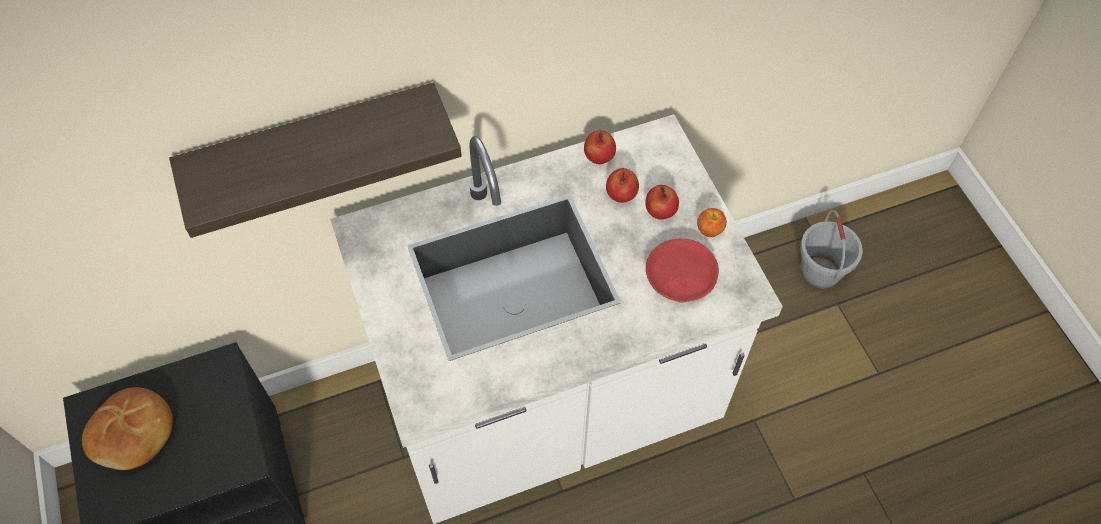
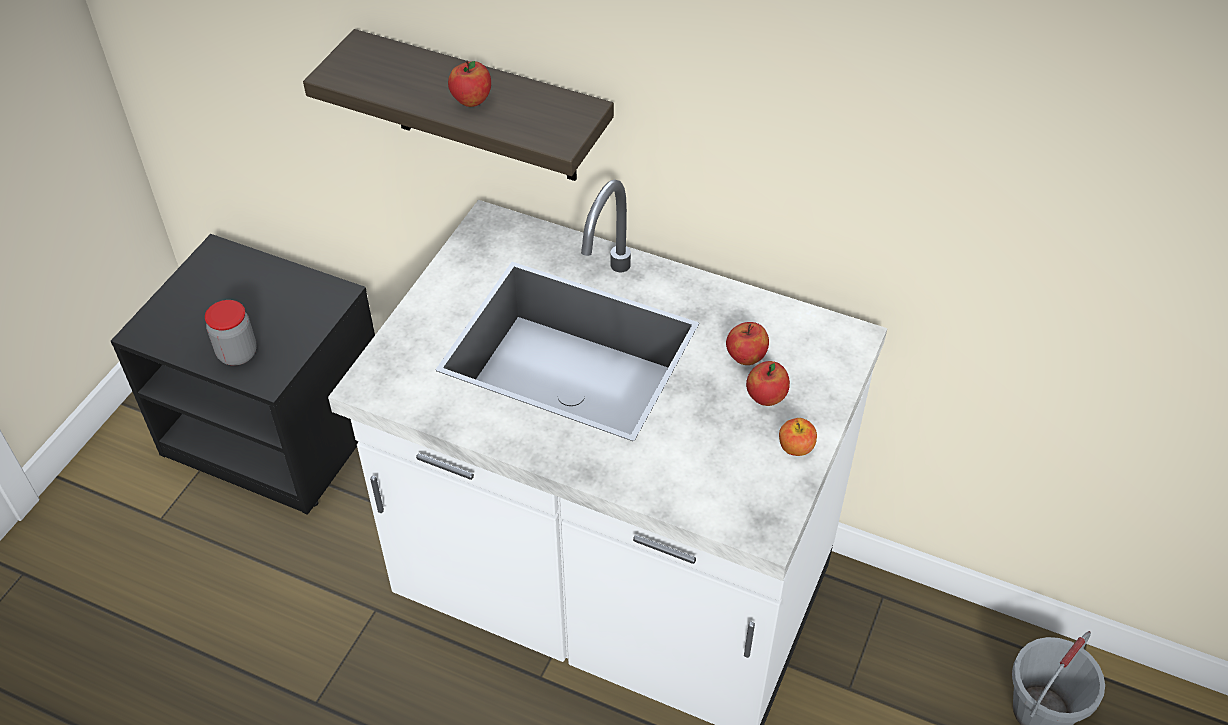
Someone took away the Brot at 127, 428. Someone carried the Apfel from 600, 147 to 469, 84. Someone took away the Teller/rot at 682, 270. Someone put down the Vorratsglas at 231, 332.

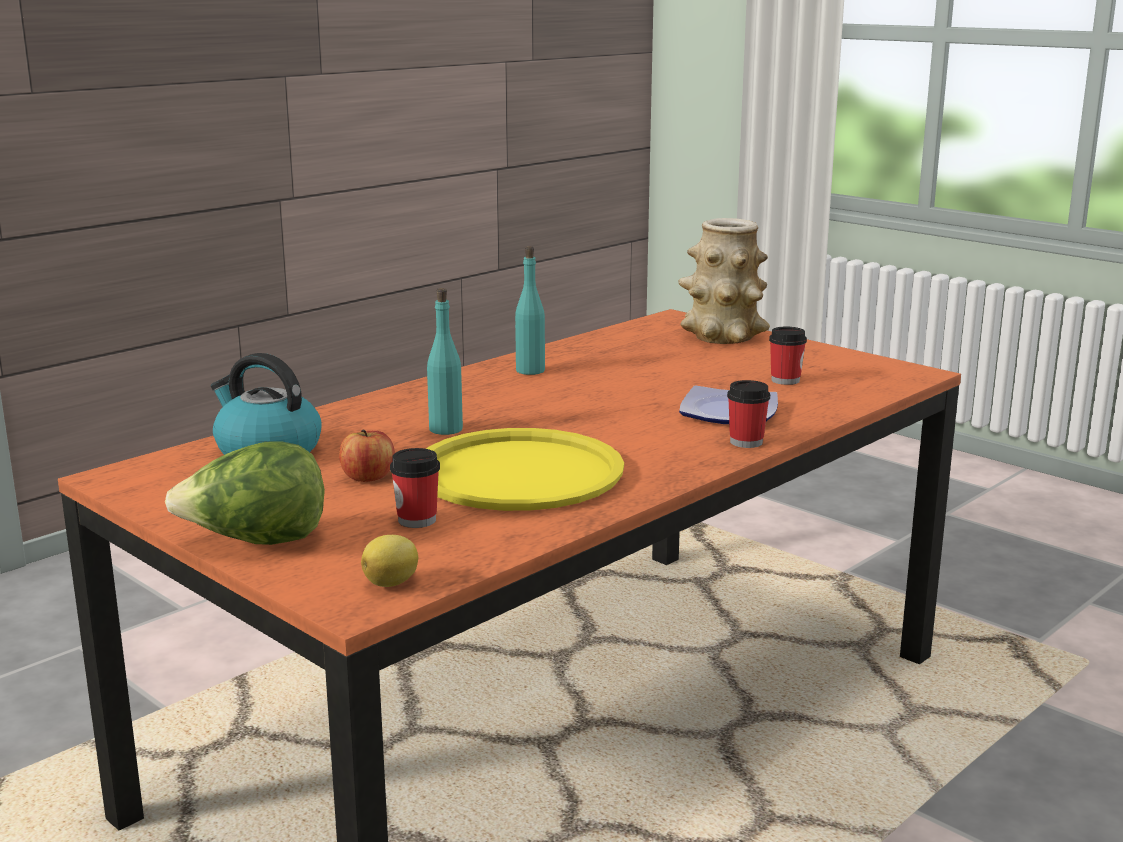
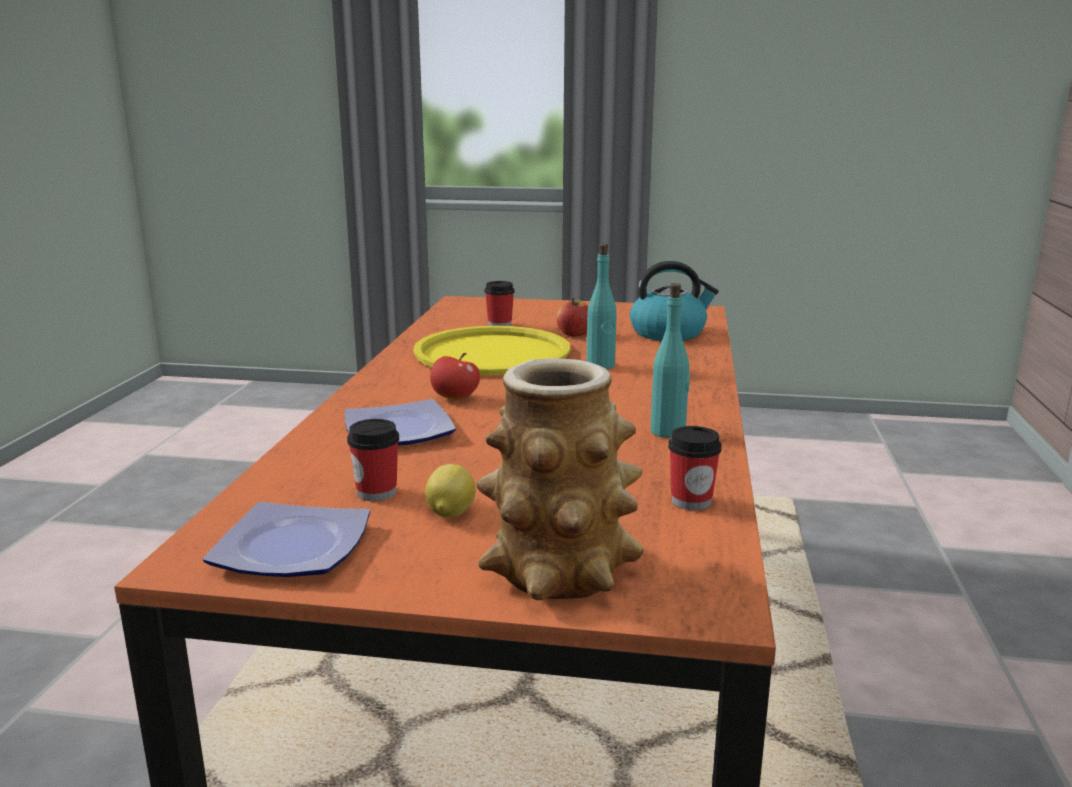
Someone took away the Salatkopf at 245, 493. Someone carried the Zitrone from 389, 561 to 450, 490. Someone carried the Tasse from 748, 414 to 695, 468. Someone put down the Teller at 286, 539. Someone put down the Apfel at 455, 376.

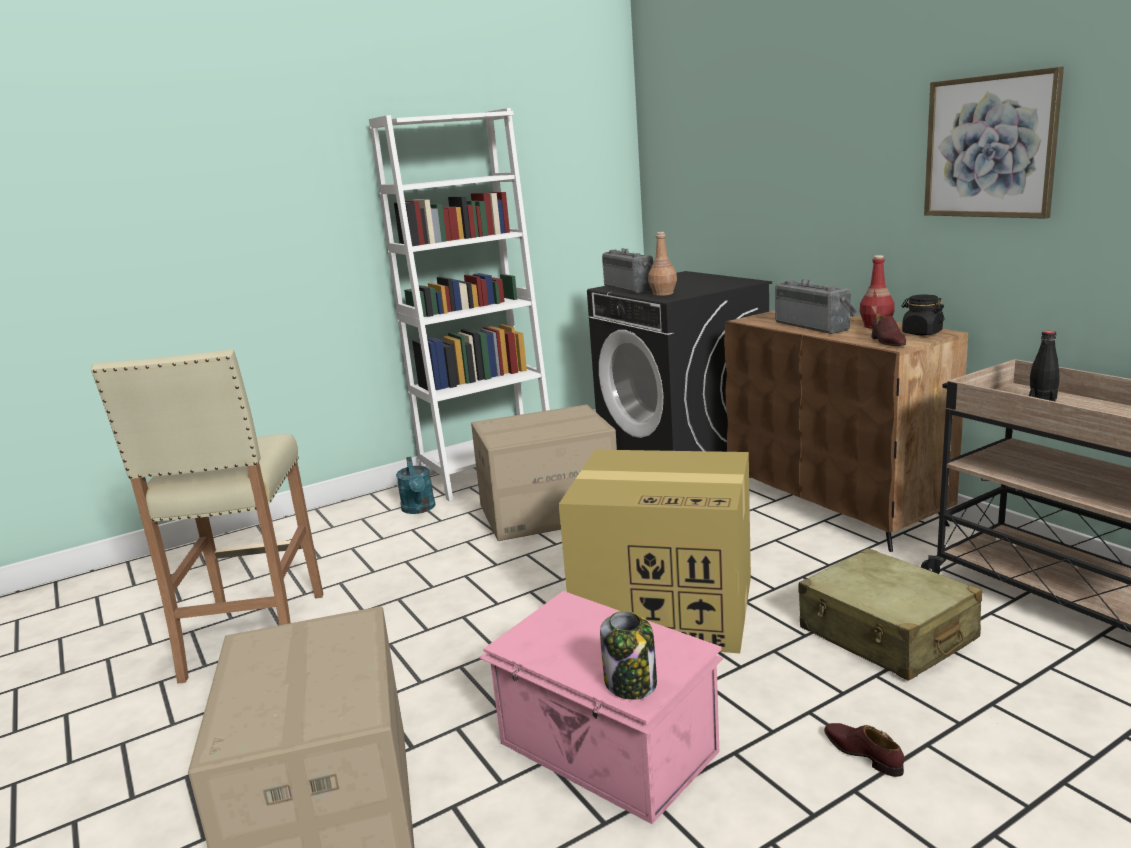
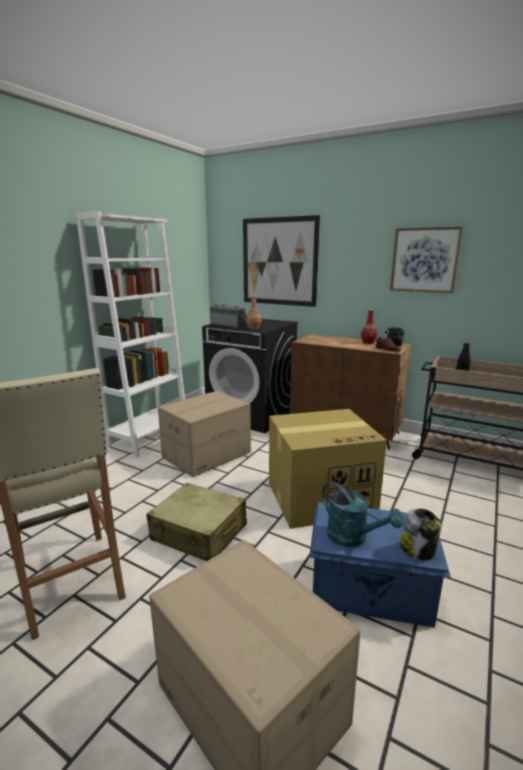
Someone carried the Gießkanne/türkis from 415, 485 to 362, 514. Someone repainted the Aufbewahrungsbox/rosa at 601, 707, which became the Aufbewahrungsbox/blau at 380, 565. Someone took away the Radio at 816, 306. Someone carried the Koffer/beige from 890, 614 to 196, 522. Someone took away the Schuh/braun at 864, 750. Someone put up the Bild at 281, 261.

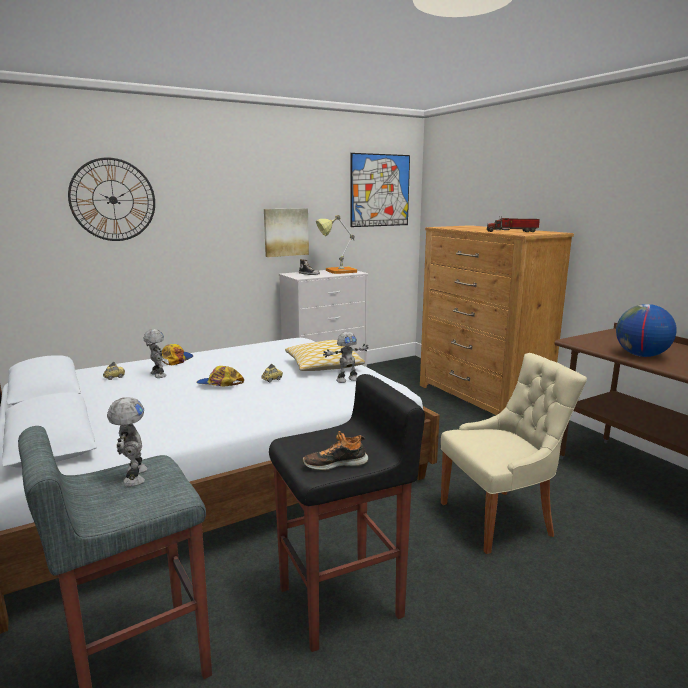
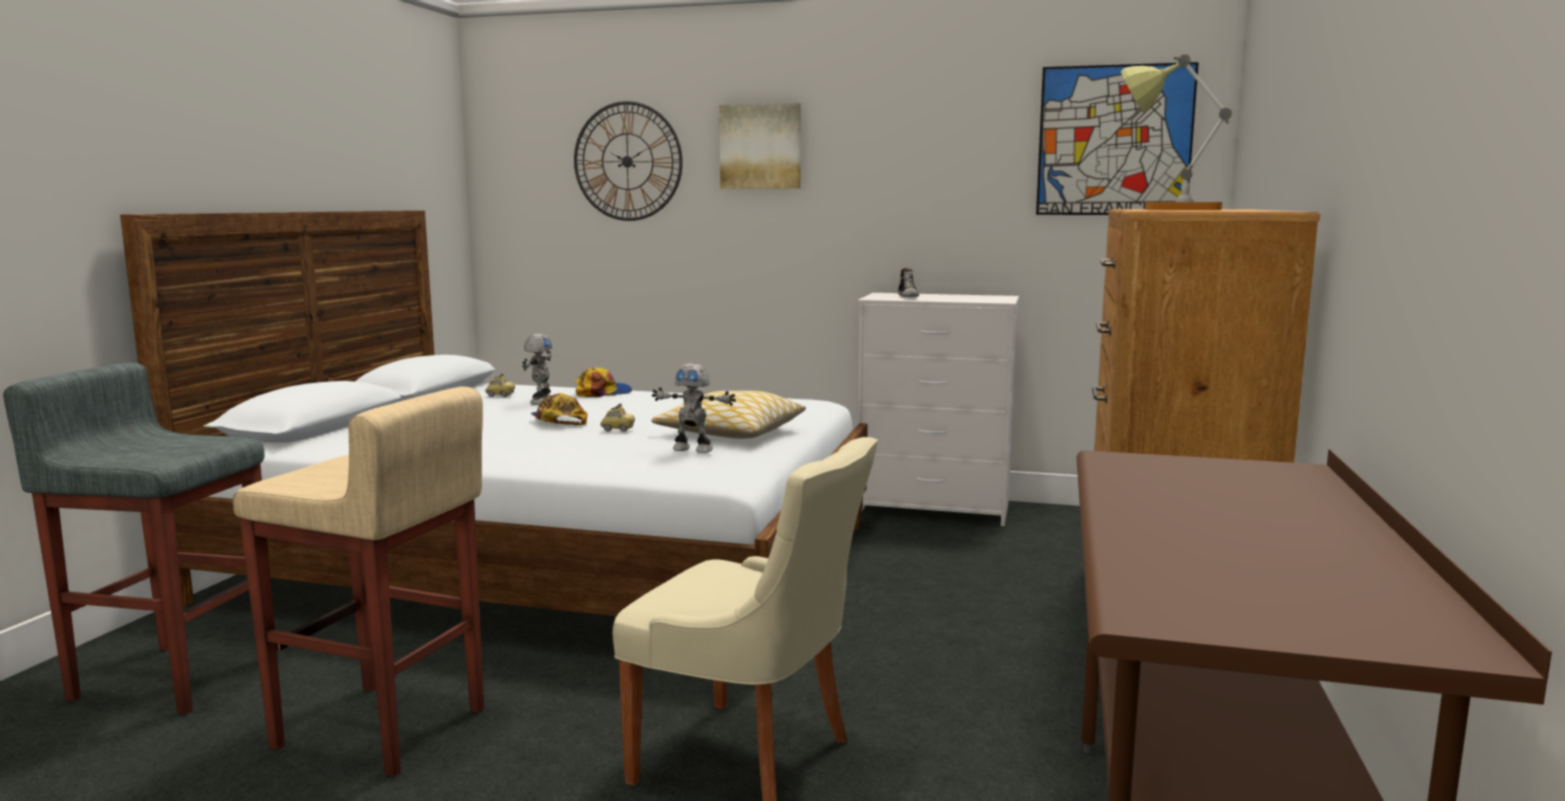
Someone took away the Spielzeugroboter at 127, 442. Someone carried the Bild from 286, 232 to 760, 146. Someone repainted the Hocker/schwarz at 347, 513, which became the Hocker/beige at 358, 581. Someone took away the Schuh at 335, 450. Someone carried the Tischlampe from 336, 244 to 1176, 132. Someone took away the Spielzeuglaster at 513, 224. Someone took away the Globus at 646, 330.

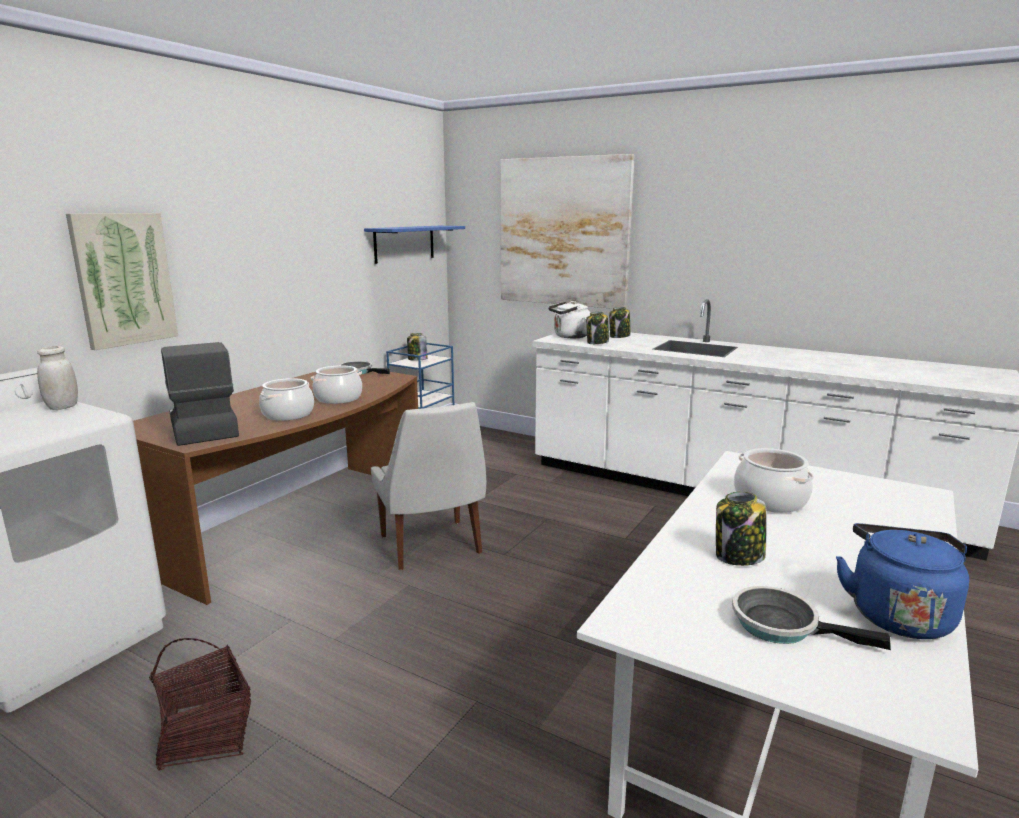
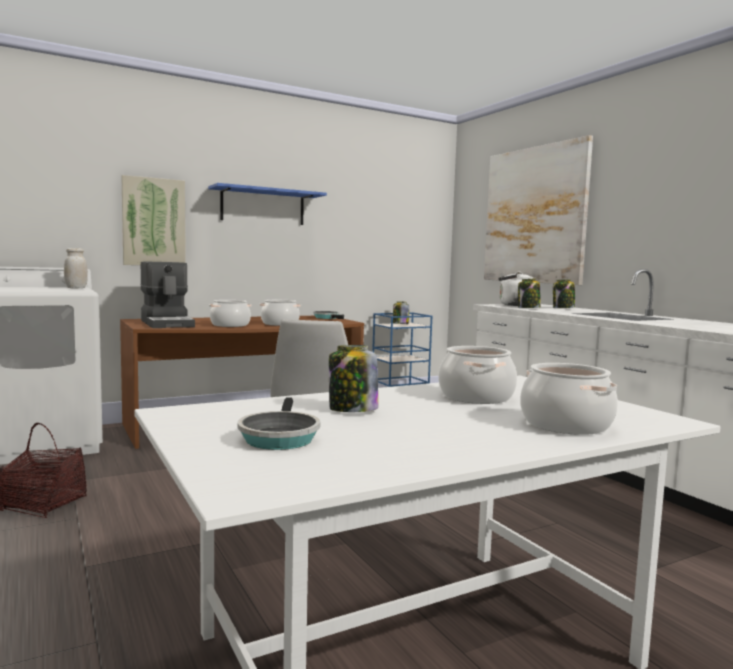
Someone rotated the Kaffeemaschine at 200, 394 by 150 degrees clockwise. Someone carried the Wandregal/blau from 414, 245 to 267, 204. Someone rotated the Pfanne at 811, 618 by 150 degrees counterclockwise. Someone took away the Wasserkessel/blau at 902, 581. Someone put down the Kochtopf at 569, 399.

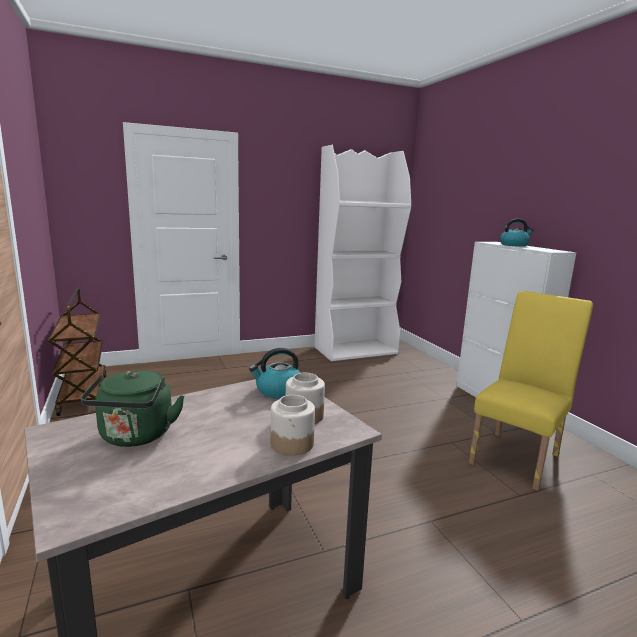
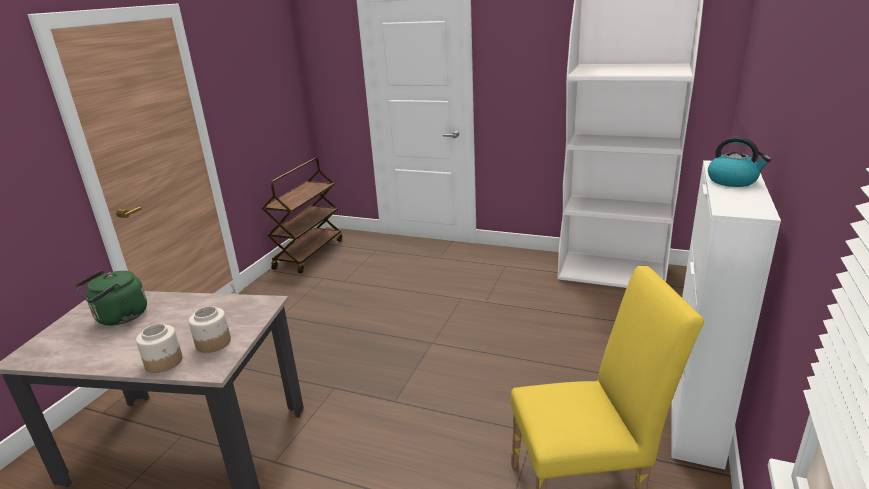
Someone took away the Wasserkessel at 274, 373.

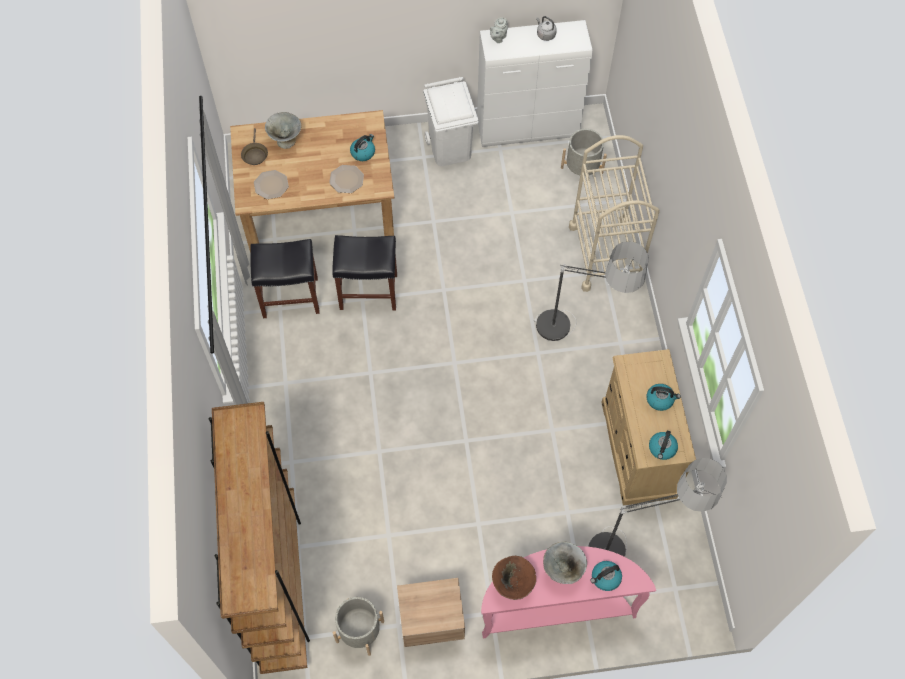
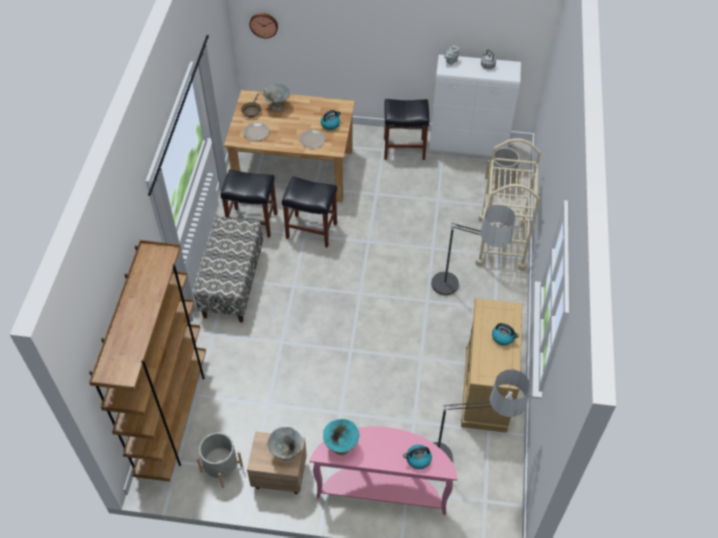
Someone swapped the Mülleimer/weiß at 451, 121 for the Hocker/schwarz at 406, 129. Someone repainted the Schüssel/braun at 514, 578, which became the Schüssel/türkis at 341, 437. Someone carried the Schüssel/grau from 565, 563 to 285, 444. Someone took away the Wasserkessel at 663, 445. Someone put down the Bank at 228, 270. Someone put up the Wanduhr at 263, 25.

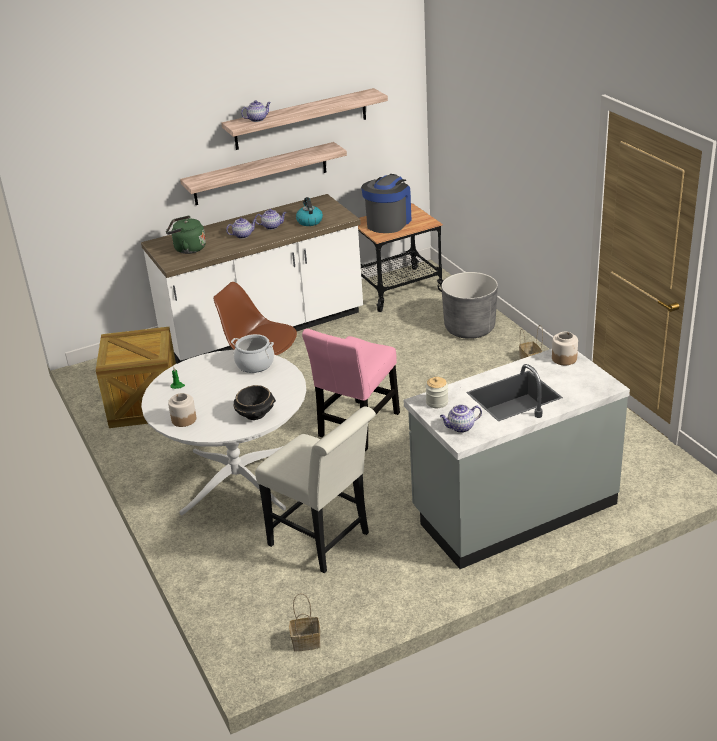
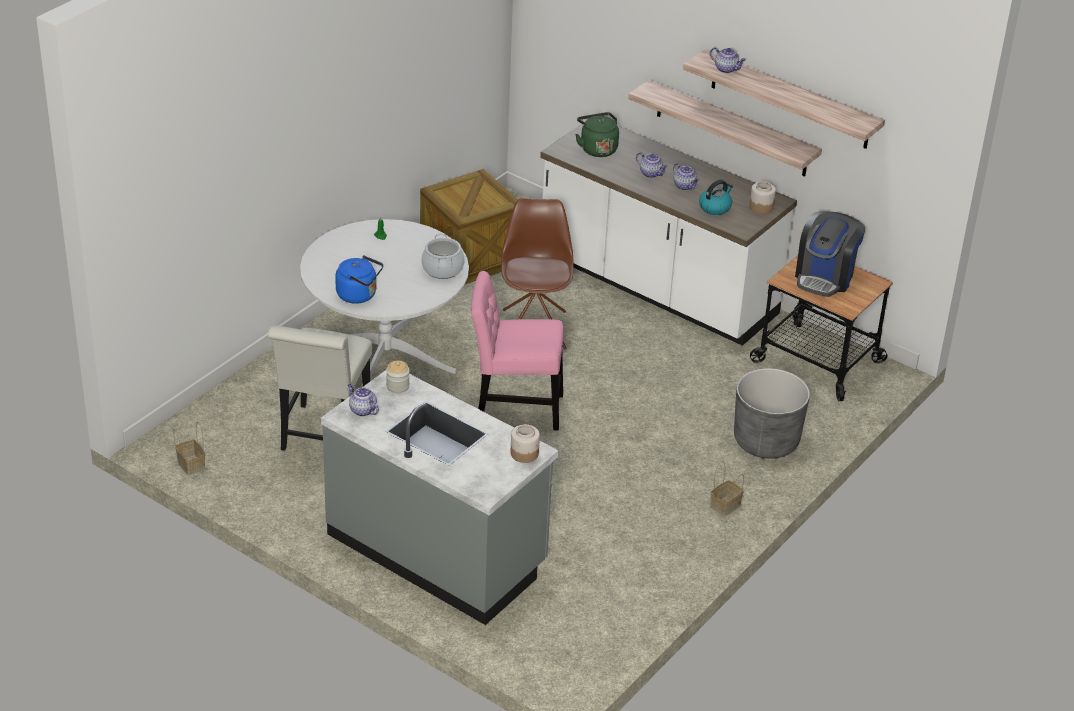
Someone carried the Vorratsglas from 182, 410 to 763, 197. Someone swapped the Schüssel/schwarz at 254, 402 for the Wasserkessel/blau at 359, 279. Someone rotated the Kaffeemaschine at 386, 203 by 120 degrees clockwise.

